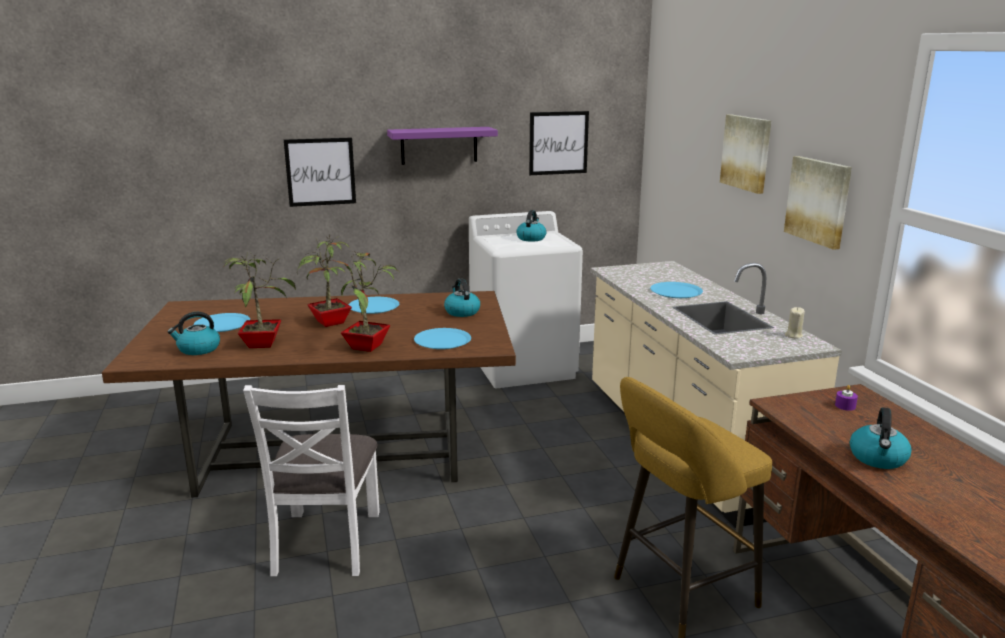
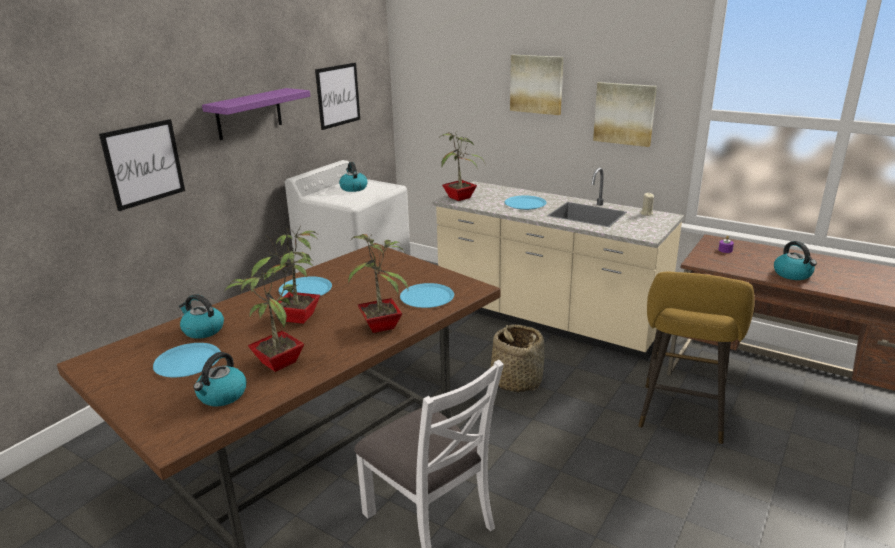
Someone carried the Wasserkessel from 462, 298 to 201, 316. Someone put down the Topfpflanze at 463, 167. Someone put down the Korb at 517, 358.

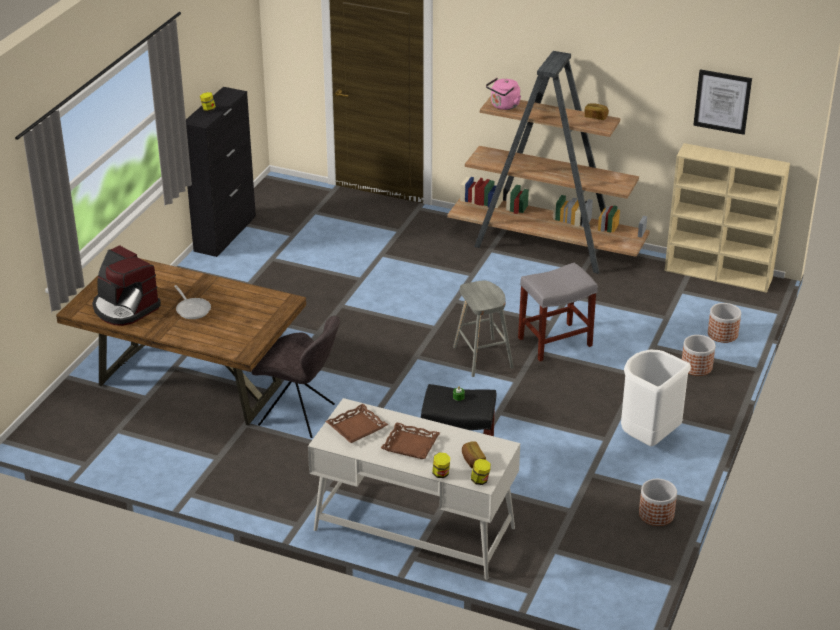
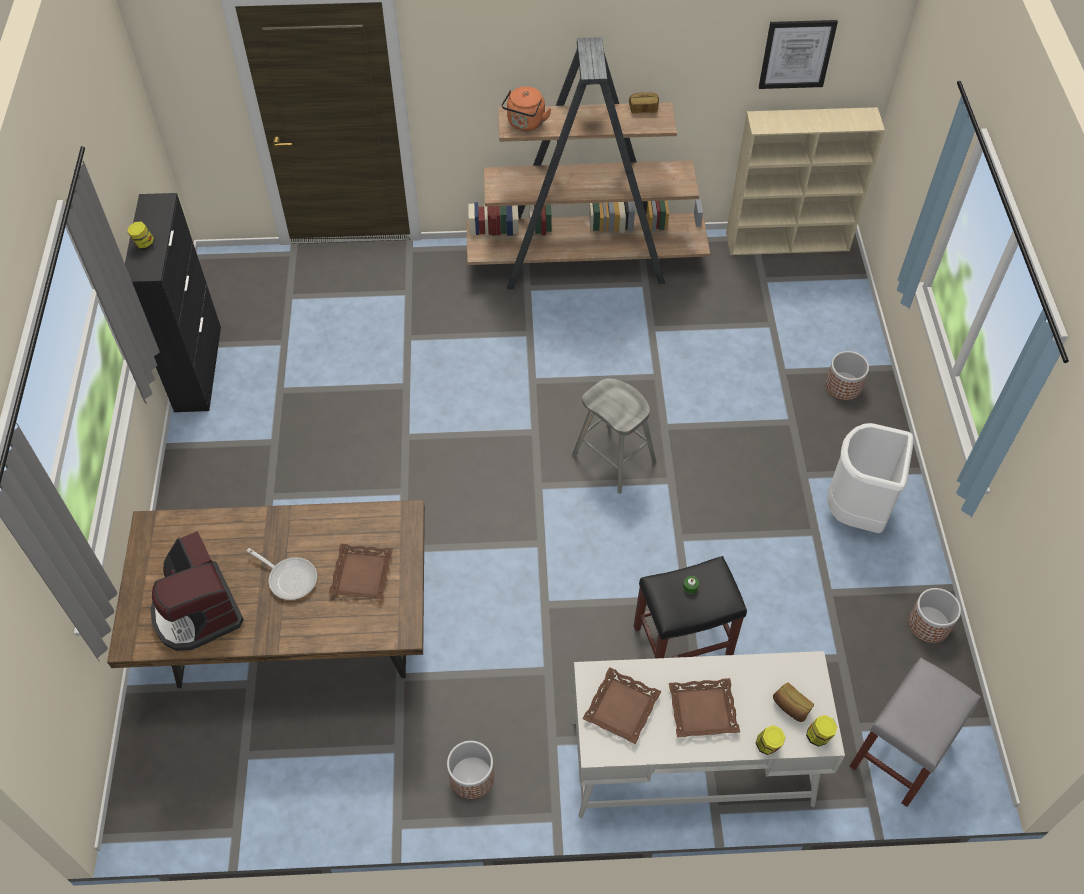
Someone rotated the Kaffeemaschine at 126, 285 by 45 degrees clockwise. Someone took away the Stuhl/grau at 295, 377. Someone repainted the Wasserkessel/rosa at 503, 94, which became the Wasserkessel/orange at 527, 108. Someone carried the Hocker/grau from 558, 312 to 915, 732. Someone carried the Pflanzkübel from 724, 323 to 470, 770. Someone put down the Tablett/braun at 361, 571.

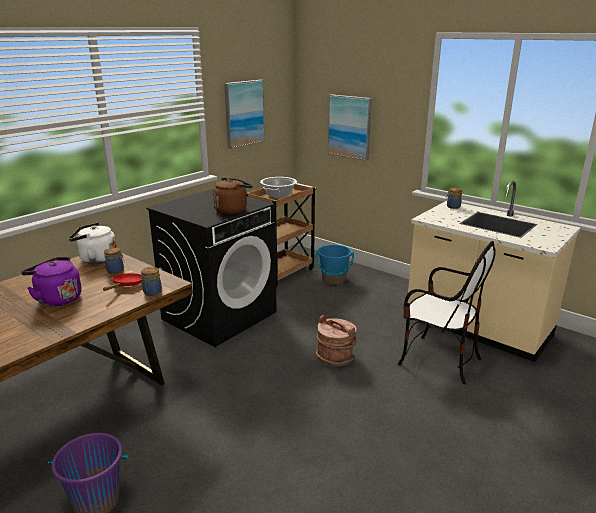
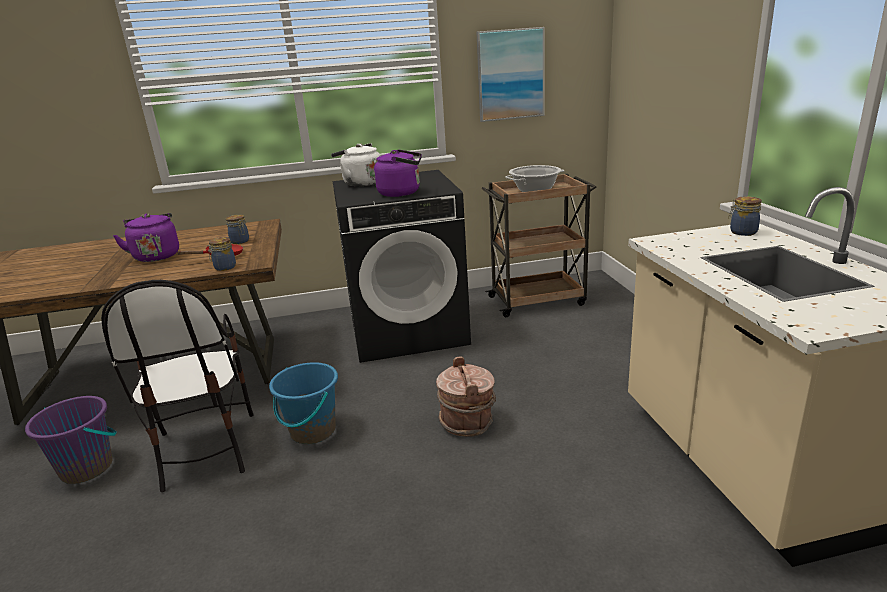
Someone carried the Wasserkessel/weiß from 93, 243 to 355, 165. Someone repainted the Wasserkessel/braun at 233, 196, which became the Wasserkessel/lila at 398, 173. Someone carried the Eimer/blau from 334, 264 to 303, 403. Someone took away the Bild at 350, 127. Someone carried the Stuhl from 447, 312 to 177, 386.

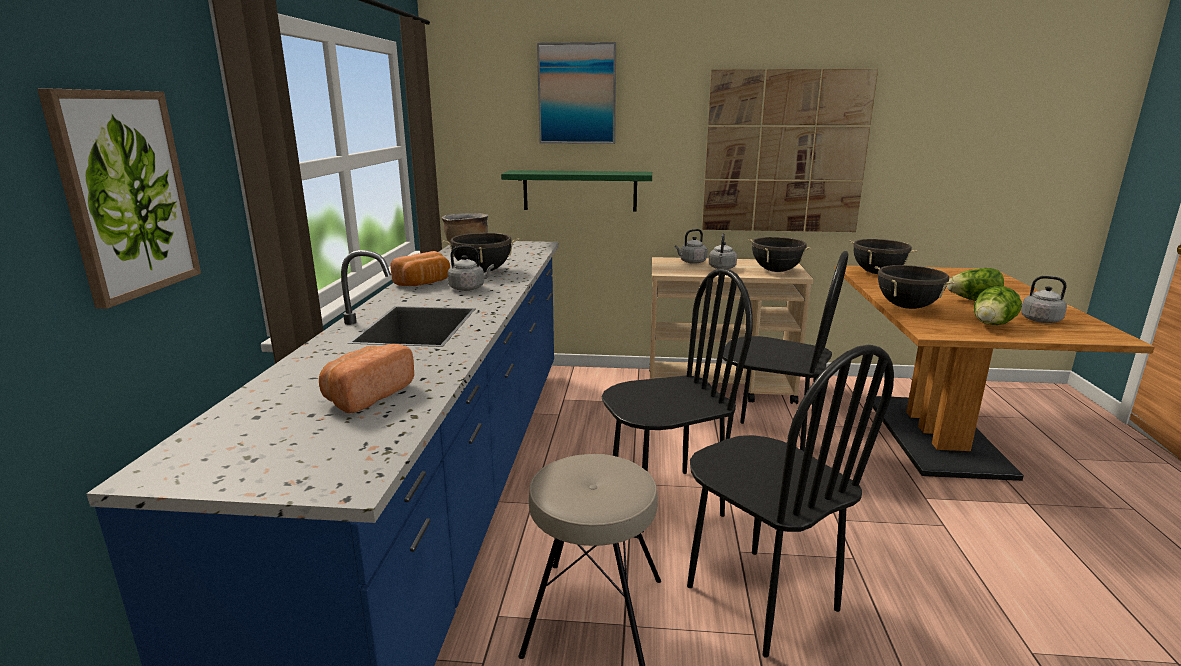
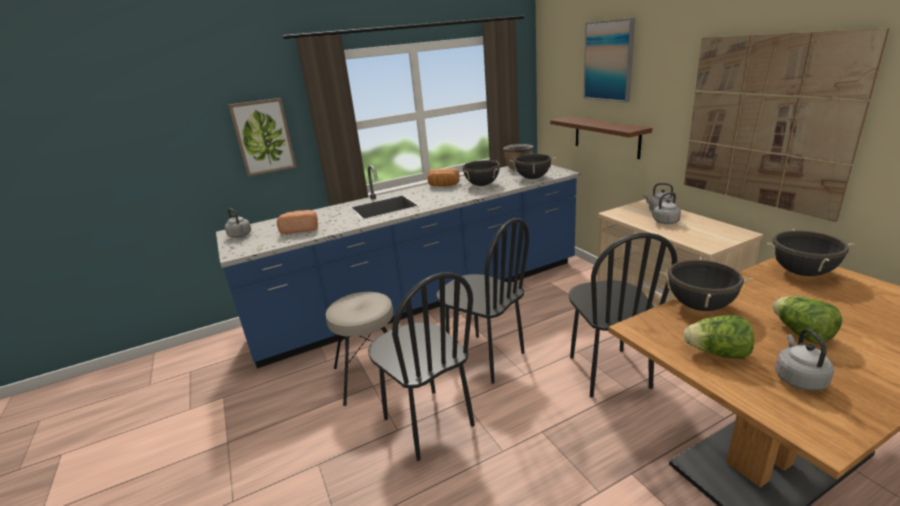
Someone carried the Wasserkessel/grau from 470, 268 to 238, 223. Someone repainted the Wandregal/grün at 576, 191, which became the Wandregal/braun at 601, 137. Someone rotated the Stuhl/schwarz at 790, 501 by 60 degrees counterclockwise. Someone carried the Kochtopf/schwarz from 779, 254 to 533, 166.

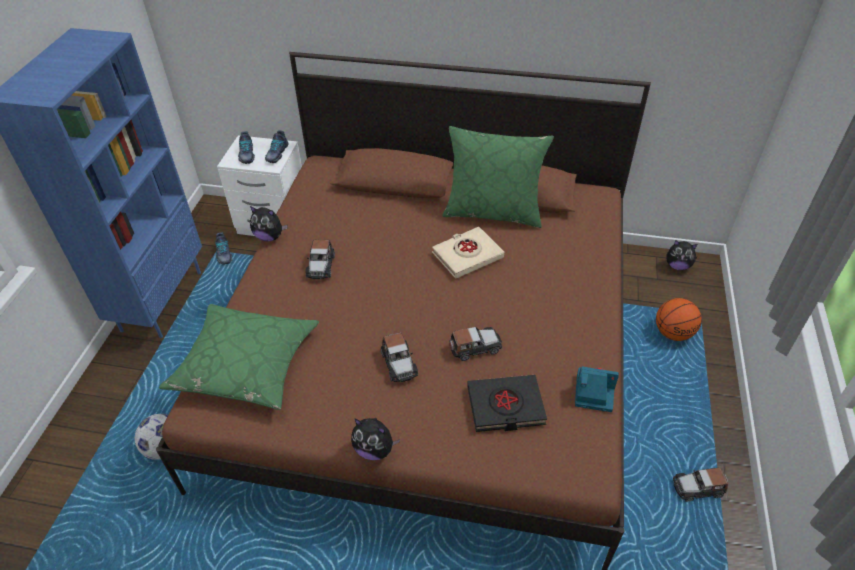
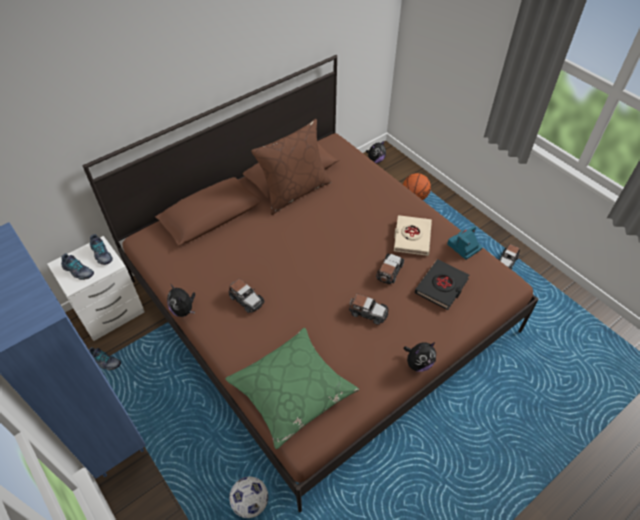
Someone rotated the Plüschtier at 268, 224 by 90 degrees clockwise. Someone carried the Buch/beige from 468, 253 to 413, 235. Someone repainted the Kissen/grün at 498, 177, which became the Kissen/braun at 291, 167.

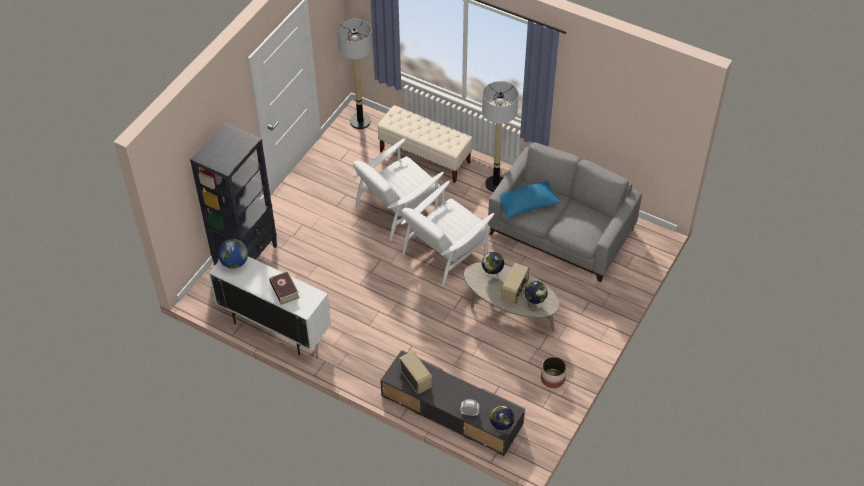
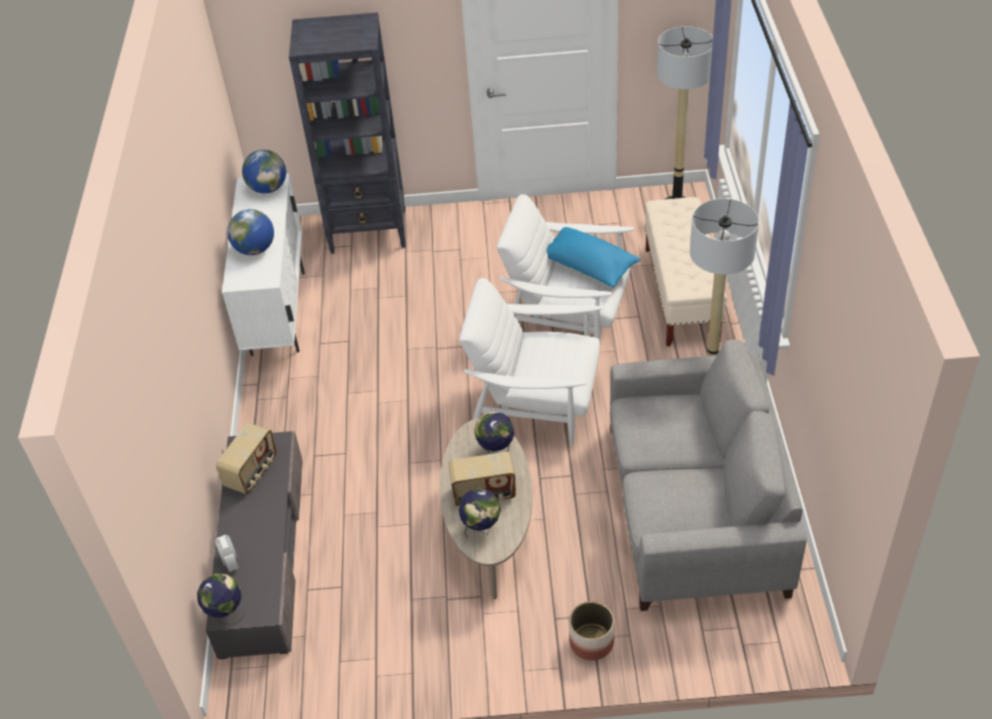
Someone swapped the Buch at 284, 288 for the Globus at 250, 232. Someone carried the Kissen/blau from 529, 199 to 593, 257. Someone carried the Pflanzkübel from 554, 372 to 591, 630.

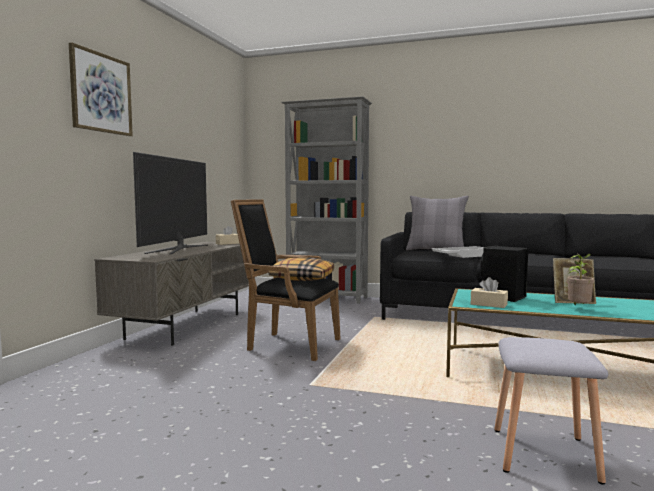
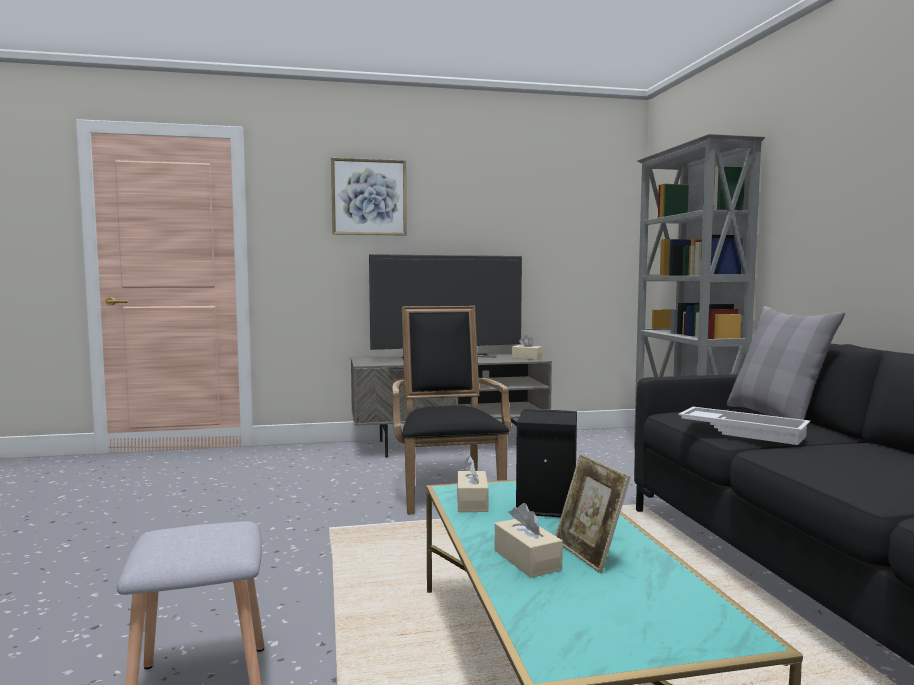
Someone took away the Kissen at 301, 269. Someone swapped the Topfpflanze at 580, 280 for the Taschentuchbox/beige at 529, 540.

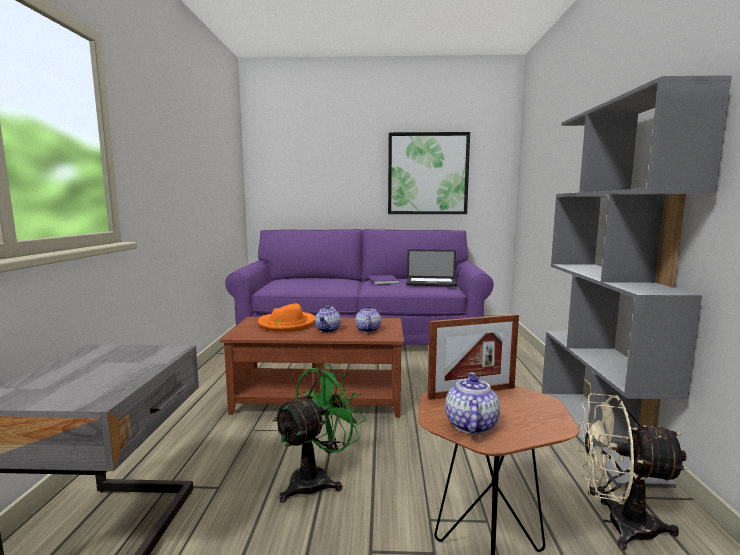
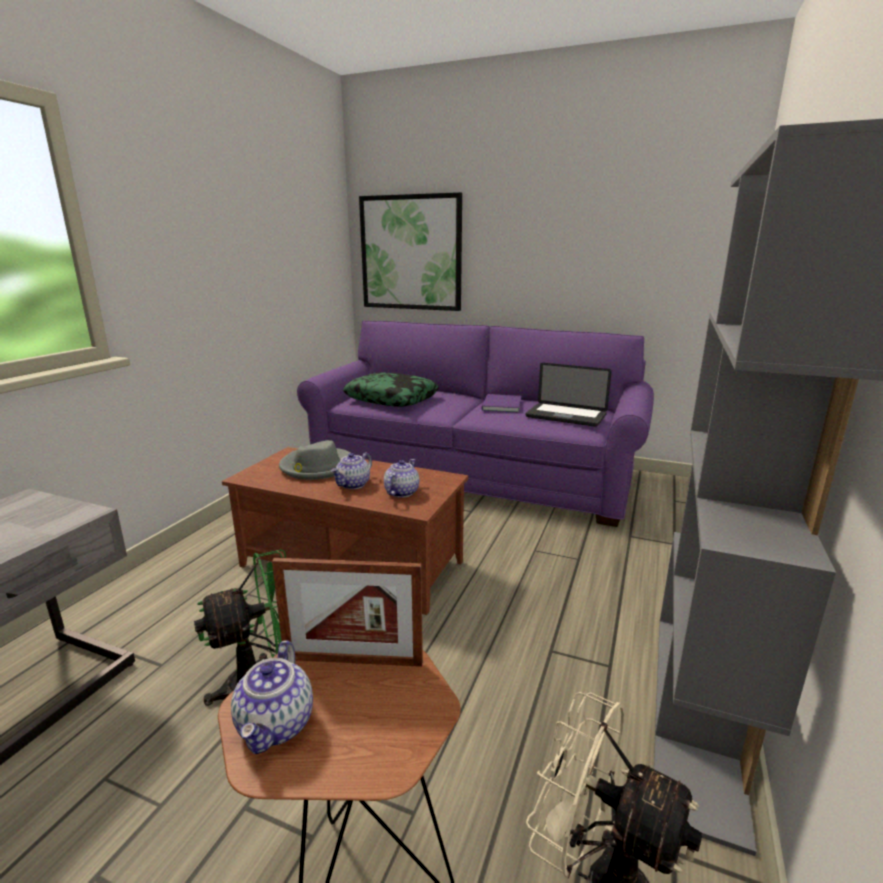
Someone repainted the Hut/orange at 286, 317, which became the Hut/grau at 314, 460. Someone carried the Bild from 429, 173 to 410, 251. Someone rotated the Teekanne at 472, 403 by 150 degrees clockwise. Someone put down the Kissen at 391, 389.

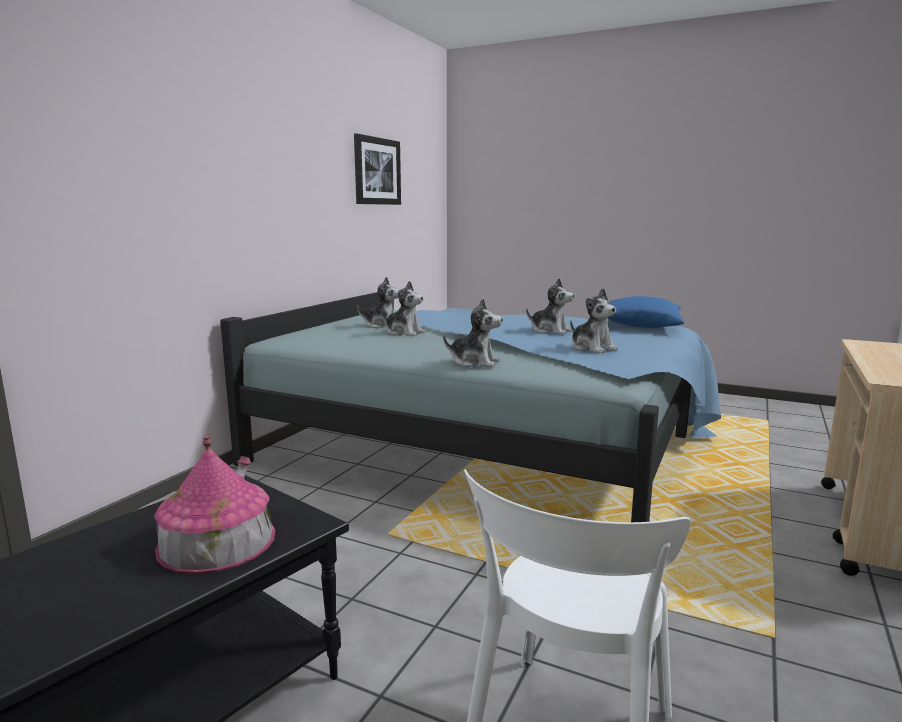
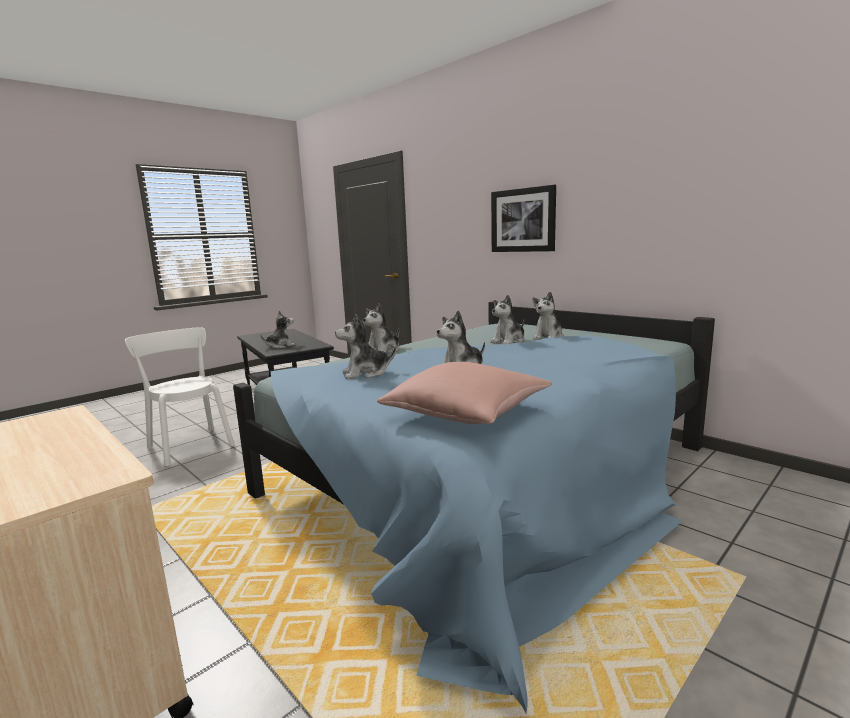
Someone swapped the Spielzeughaus at 214, 505 for the Plüschtier at 277, 330. Someone carried the Bild from 377, 169 to 523, 218. Someone repainted the Kissen/blau at 646, 312, which became the Kissen/rosa at 464, 393.

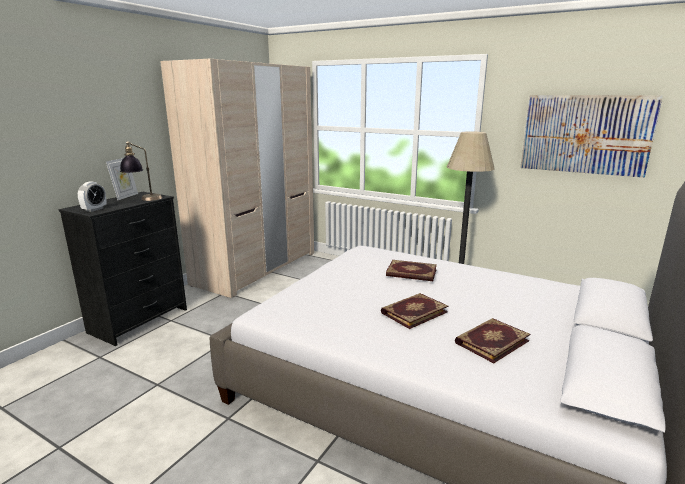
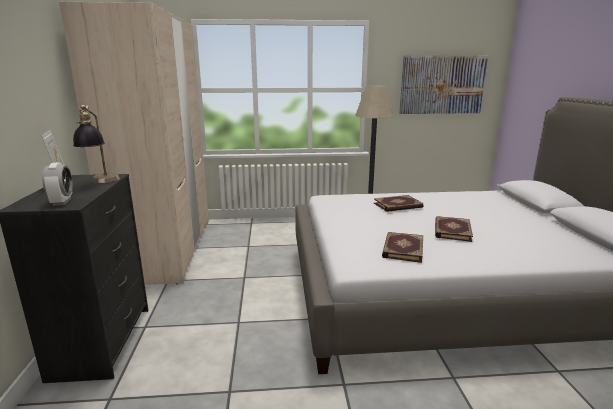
Someone carried the Buch from 492, 340 to 402, 247.

